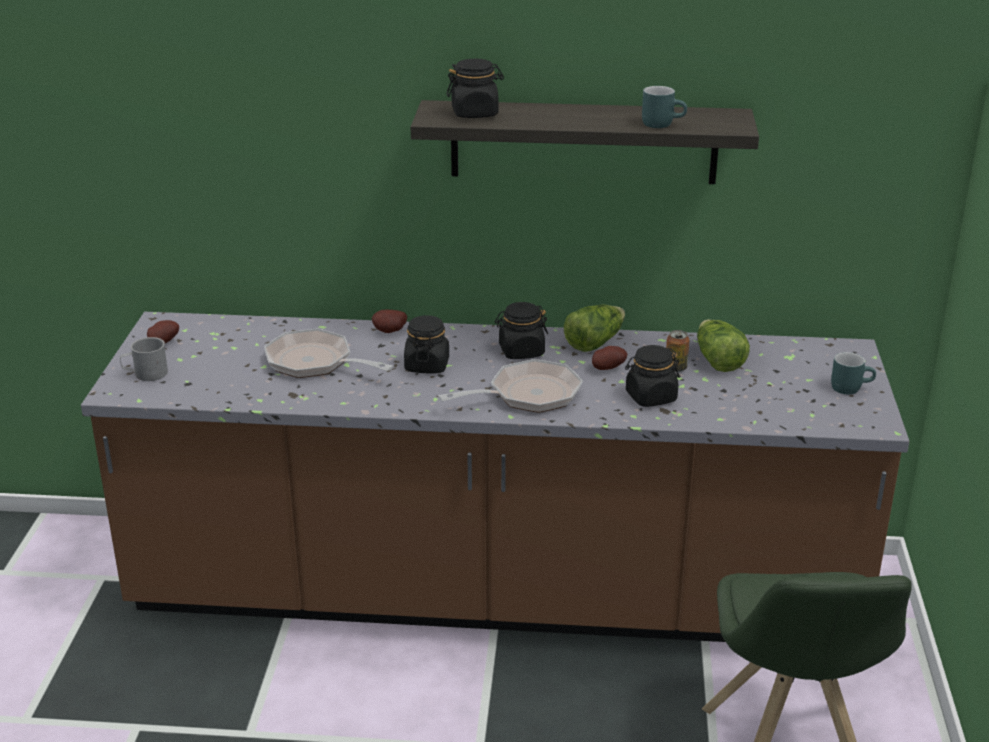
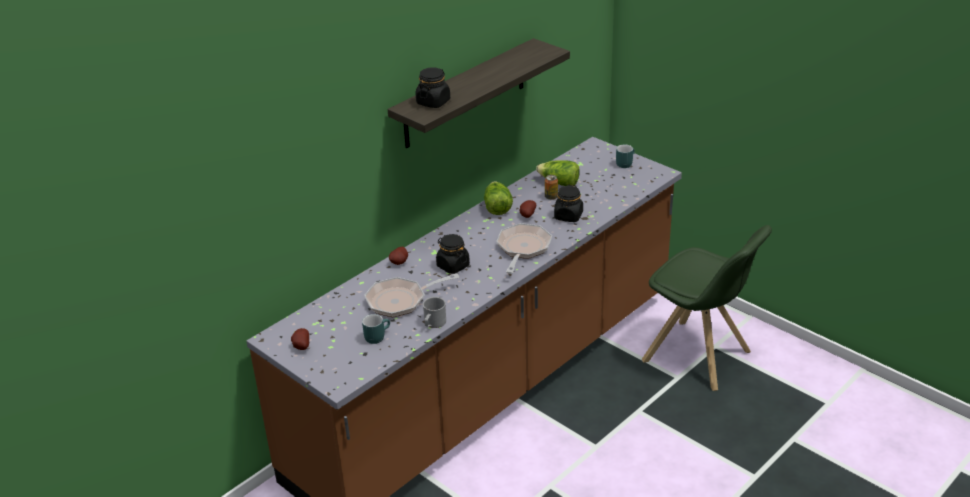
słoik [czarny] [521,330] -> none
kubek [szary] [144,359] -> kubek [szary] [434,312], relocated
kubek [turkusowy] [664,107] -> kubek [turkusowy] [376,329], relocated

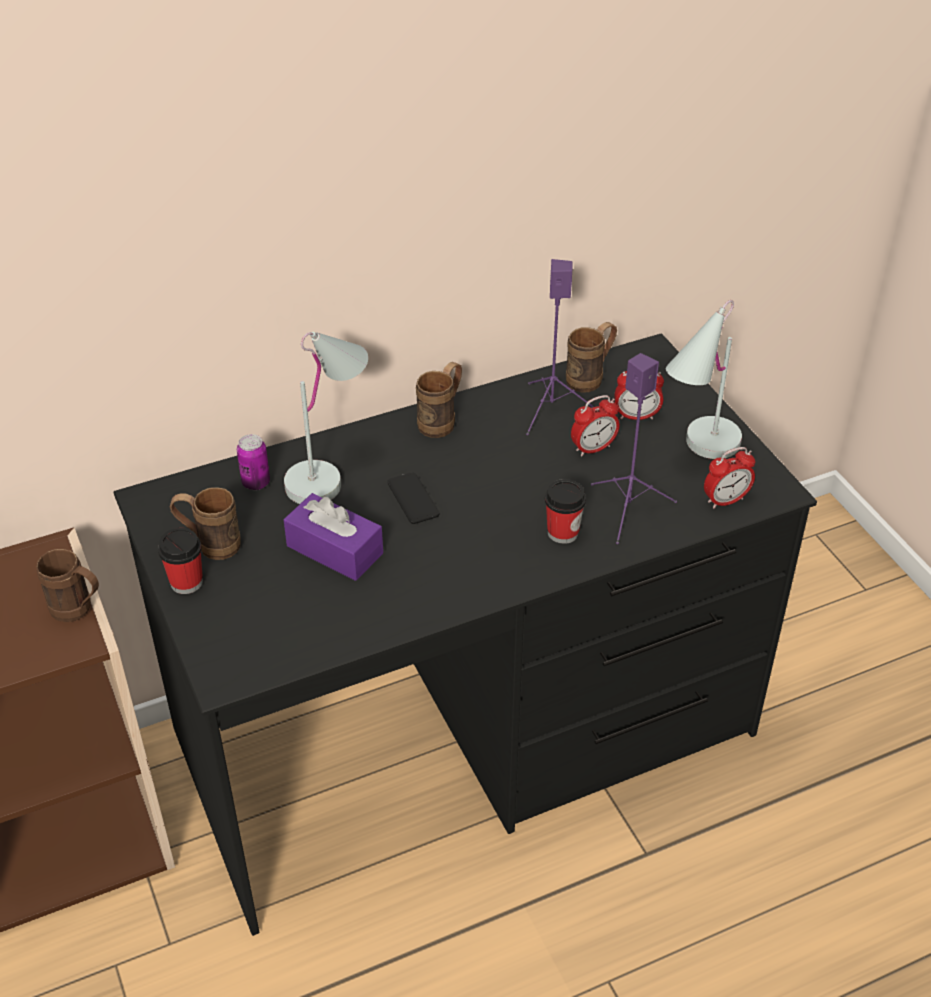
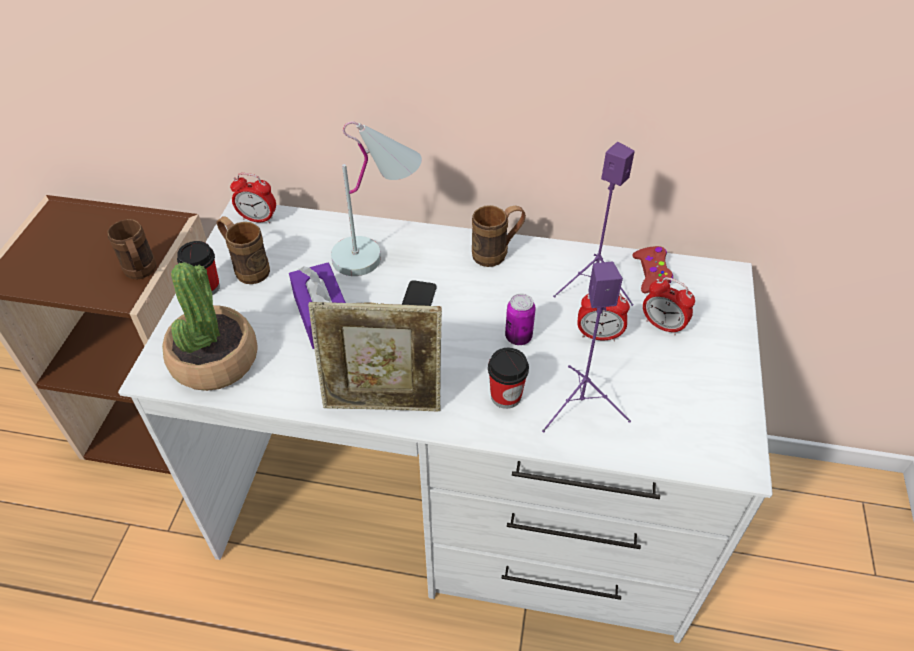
lampa stołowa [biały] [704,379] -> none
none -> roślina doniczkowa [210,326]
none -> ramka na zdjęcie [375,357]
puszka [253,462] -> puszka [520,319], relocated
budzik [729,478] -> budzik [253,198], relocated
kubek [brązowy] [591,357] -> pad do gier [czerwony] [652,269]
biurko [czarny] [465,634] -> biurko [biały] [445,421]

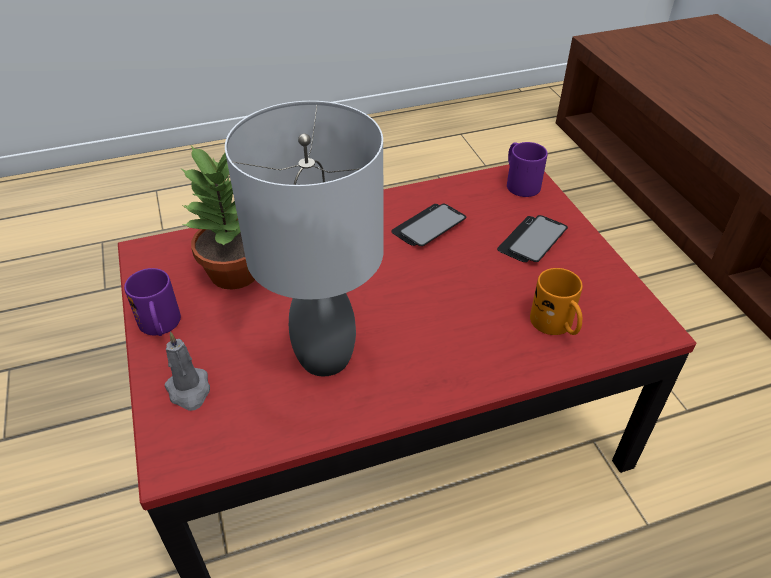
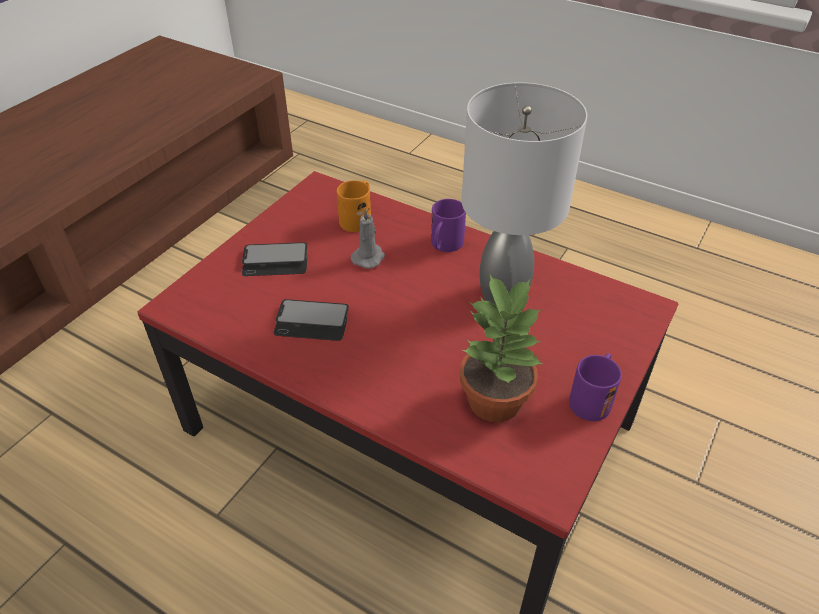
świeca [szary] [187,371] -> świeca [szary] [368,238], relocated
kubek [fioletowy] [527,169] -> kubek [fioletowy] [448,225], relocated

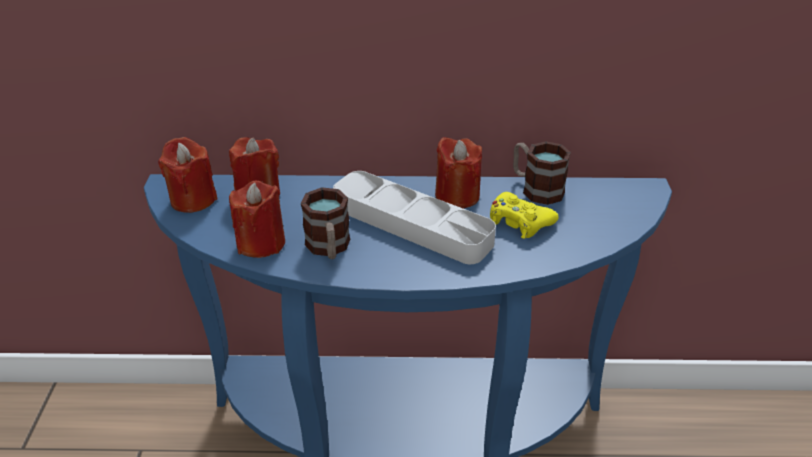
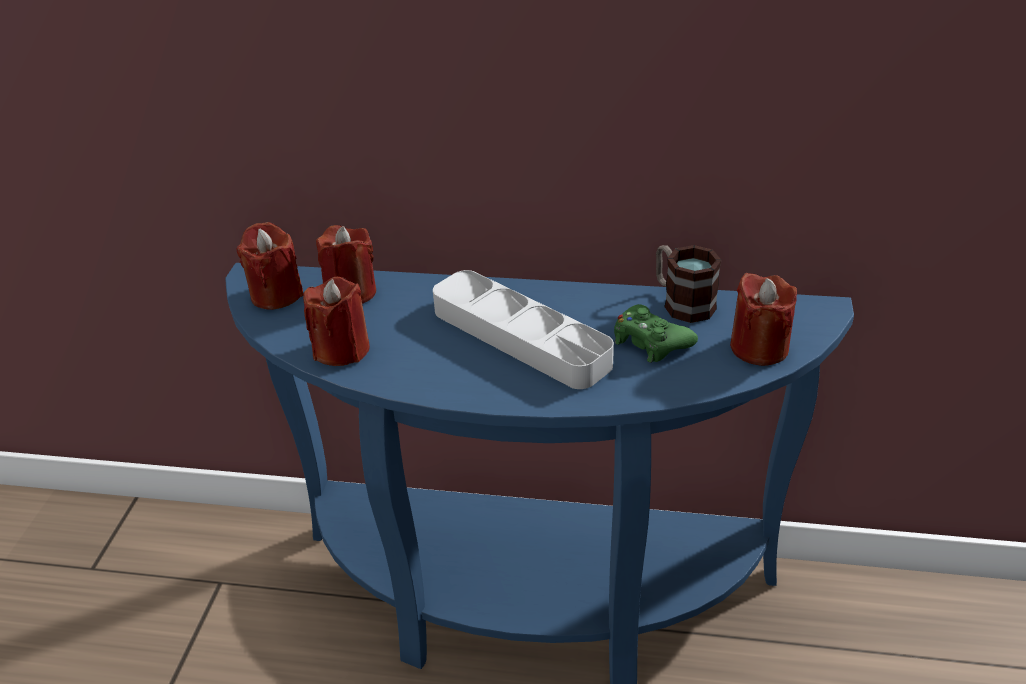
kubek [325,223] -> none
świeca [czerwony] [458,172] -> świeca [czerwony] [763,319], relocated
pad do gier [żółty] [524,215] -> pad do gier [zielony] [656,333]

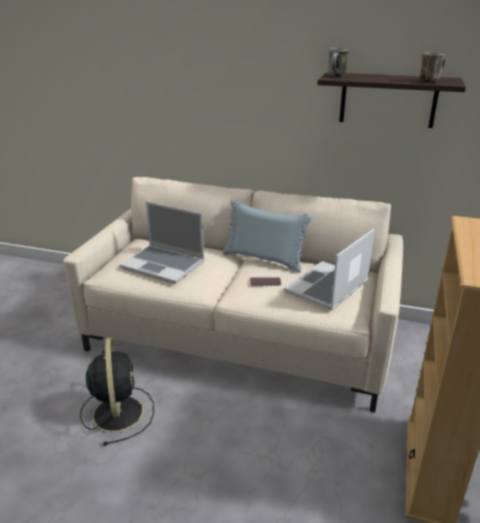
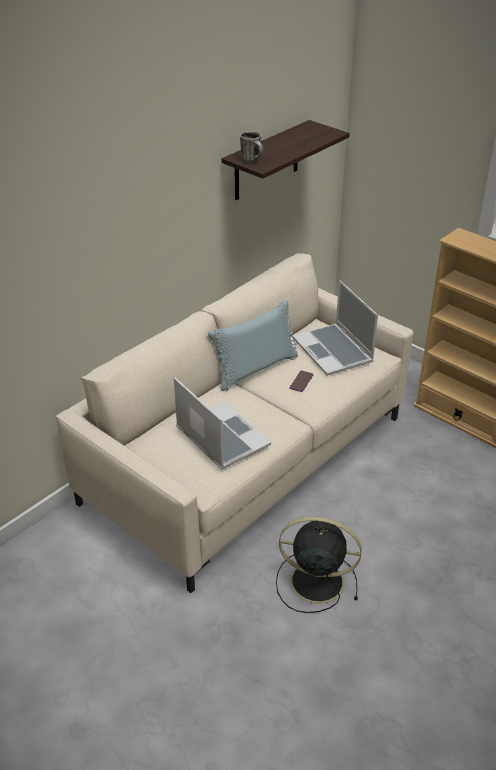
kubek [432,67] -> none
laptop [162,242] -> laptop [222,423], 90 degrees counterclockwise

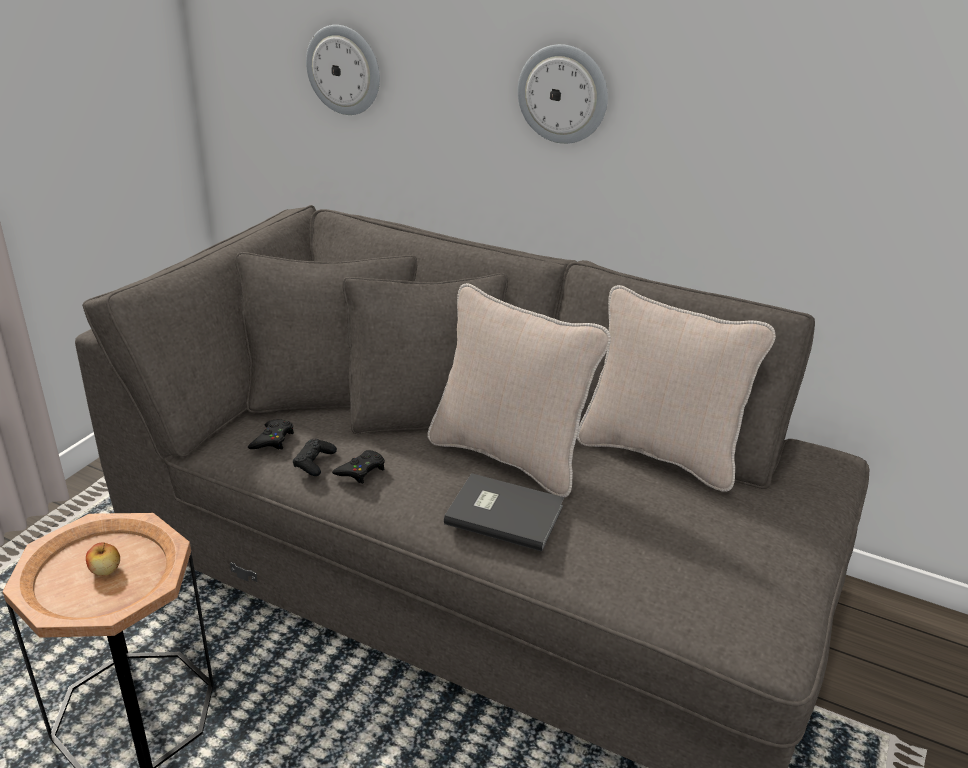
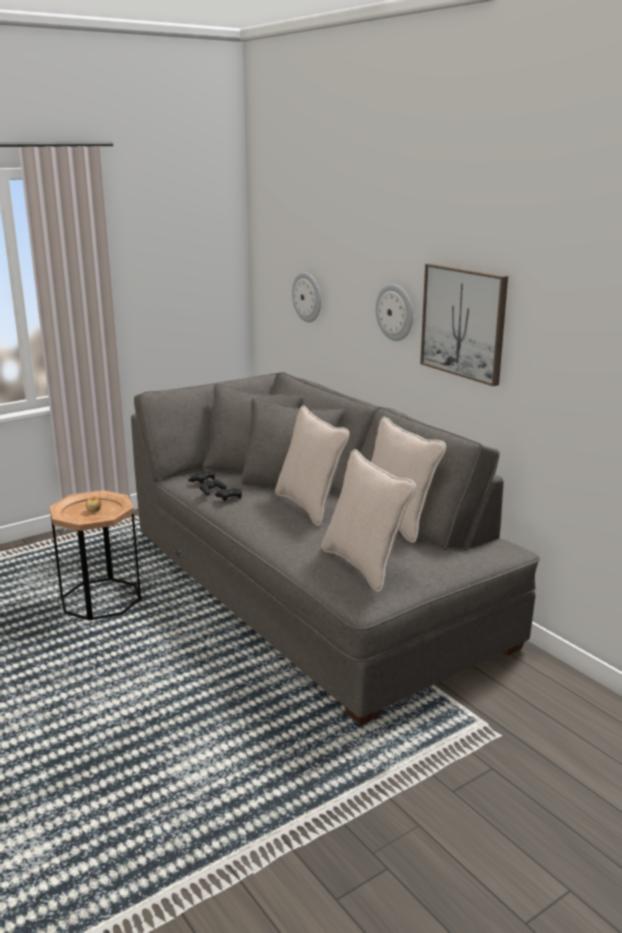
książka [szary] [504,512] -> none
none -> poduszka [beżowy] [369,520]
none -> obraz [464,324]

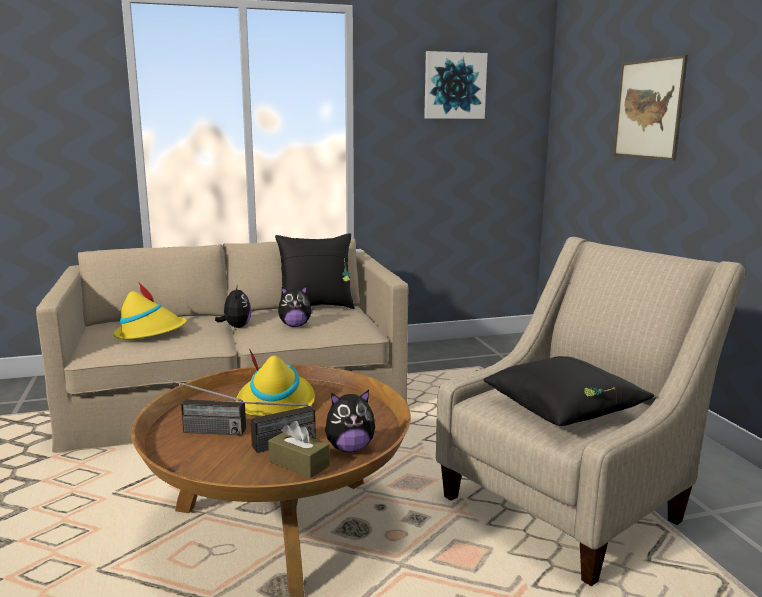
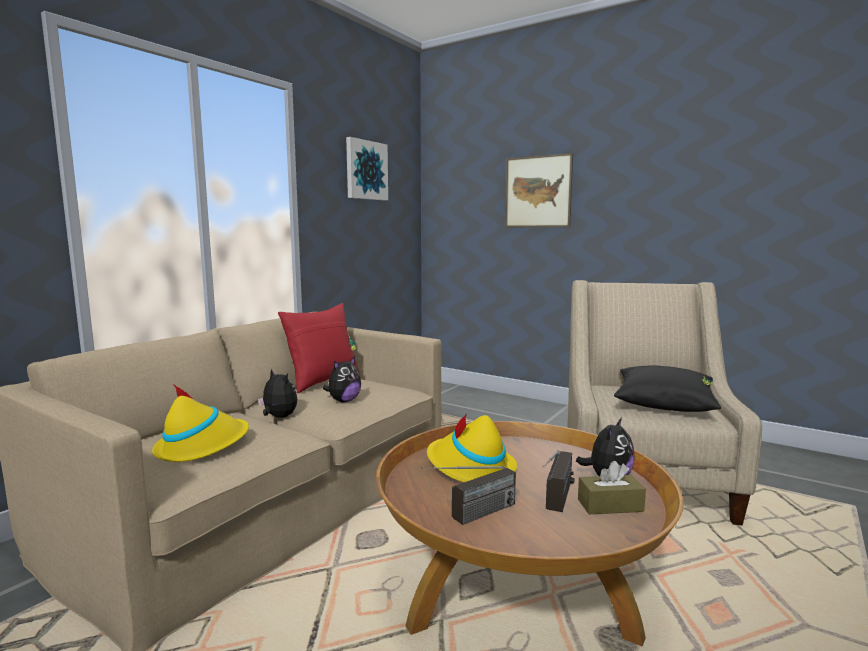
poduszka [czarny] [315,271] -> poduszka [czerwony] [319,348]

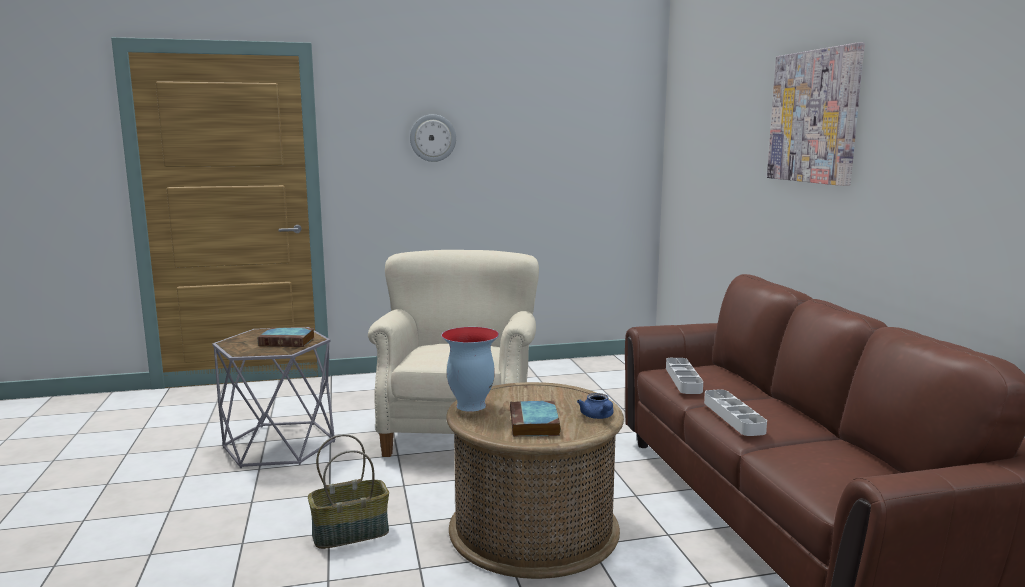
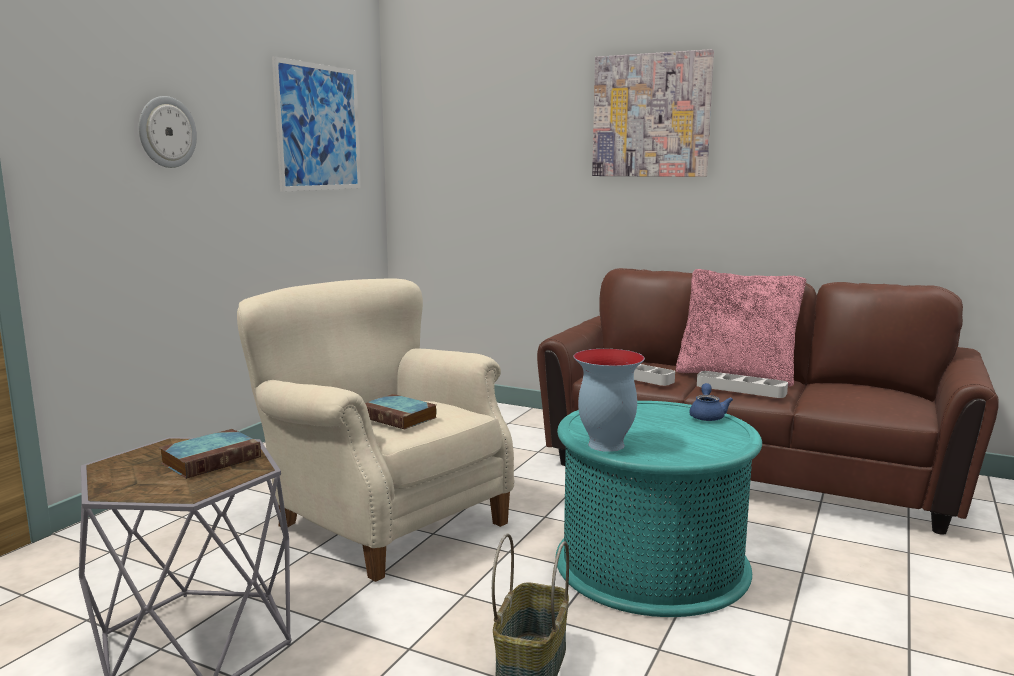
none -> obraz [316,124]
none -> poduszka [różowy] [740,327]
książka [535,419] -> książka [401,412], relocated
ława [brązowy] [535,480] -> ława [turkusowy] [658,509]
imbryk [niebieski] [595,406] -> imbryk [niebieski] [711,402], 105 degrees counterclockwise

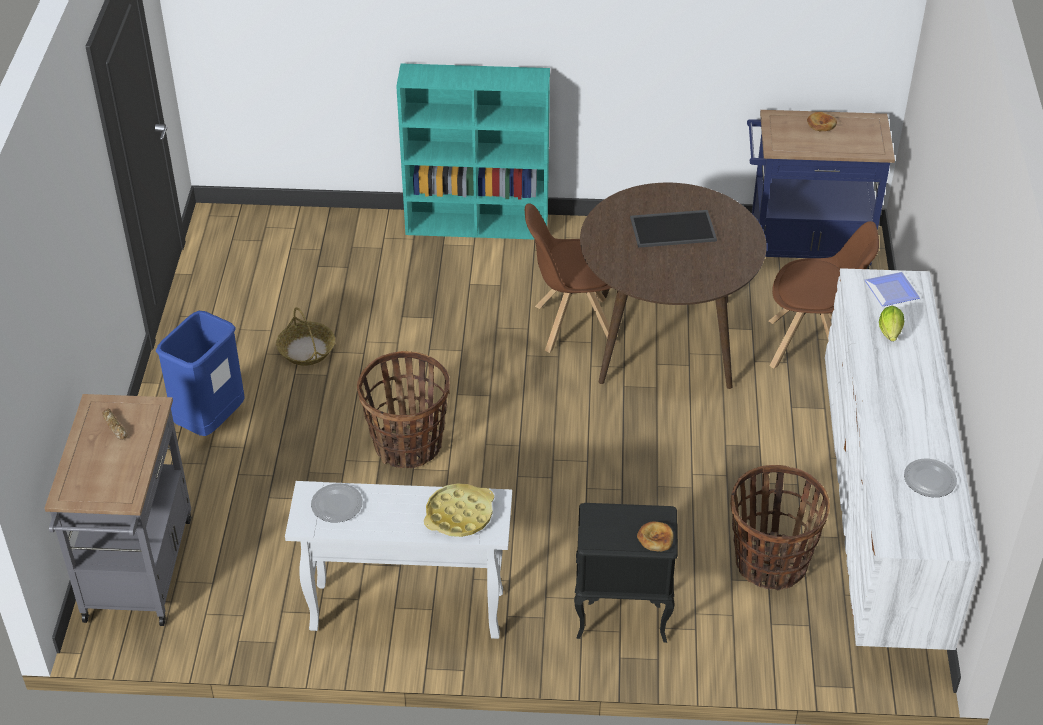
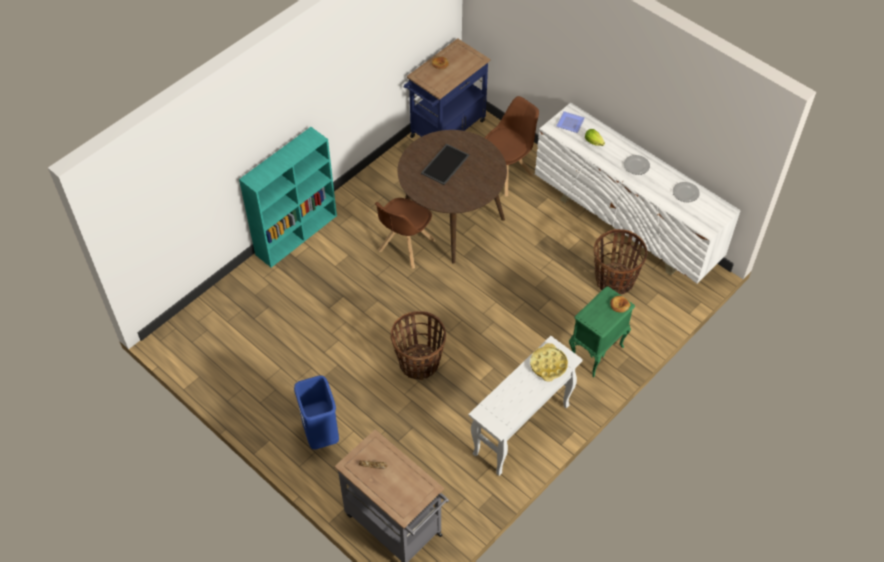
koszyk [305,336] -> none
talerz [337,503] -> talerz [637,165], relocated
szafka nocna [czarny] [626,573] -> szafka nocna [zielony] [602,331]

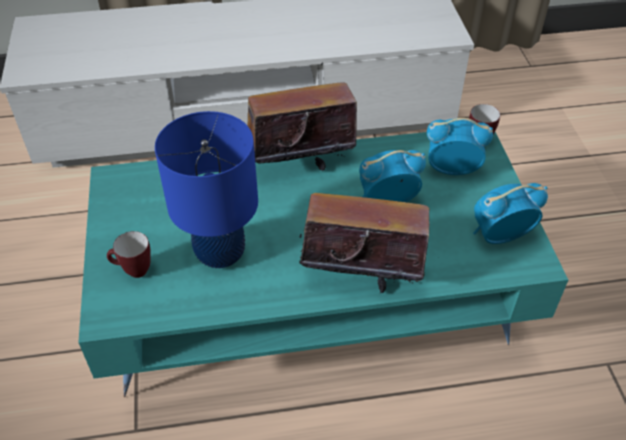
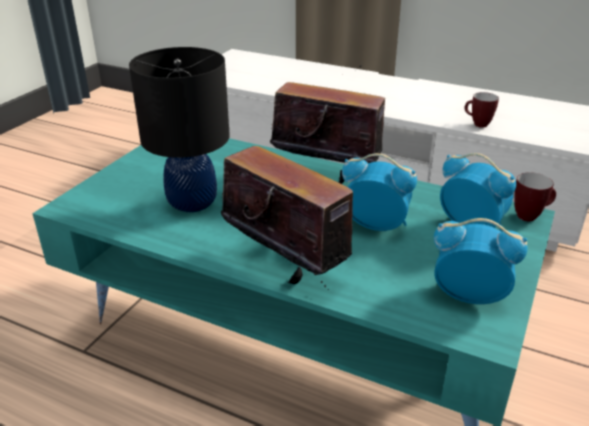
kubek [129,254] -> kubek [482,110], relocated
lampa stołowa [niebieski] [206,189] -> lampa stołowa [czarny] [179,130]

